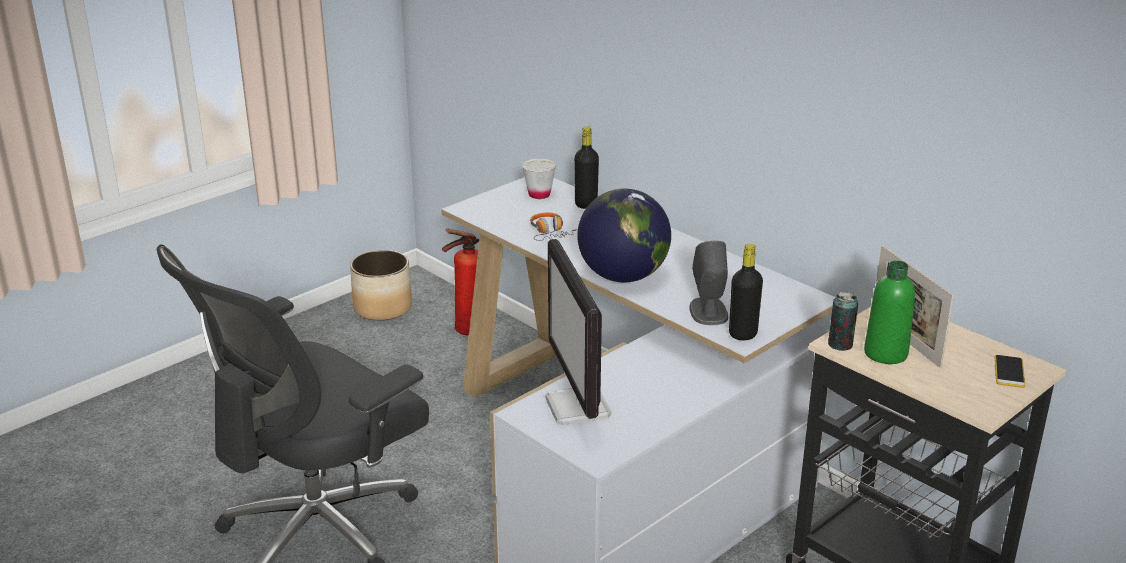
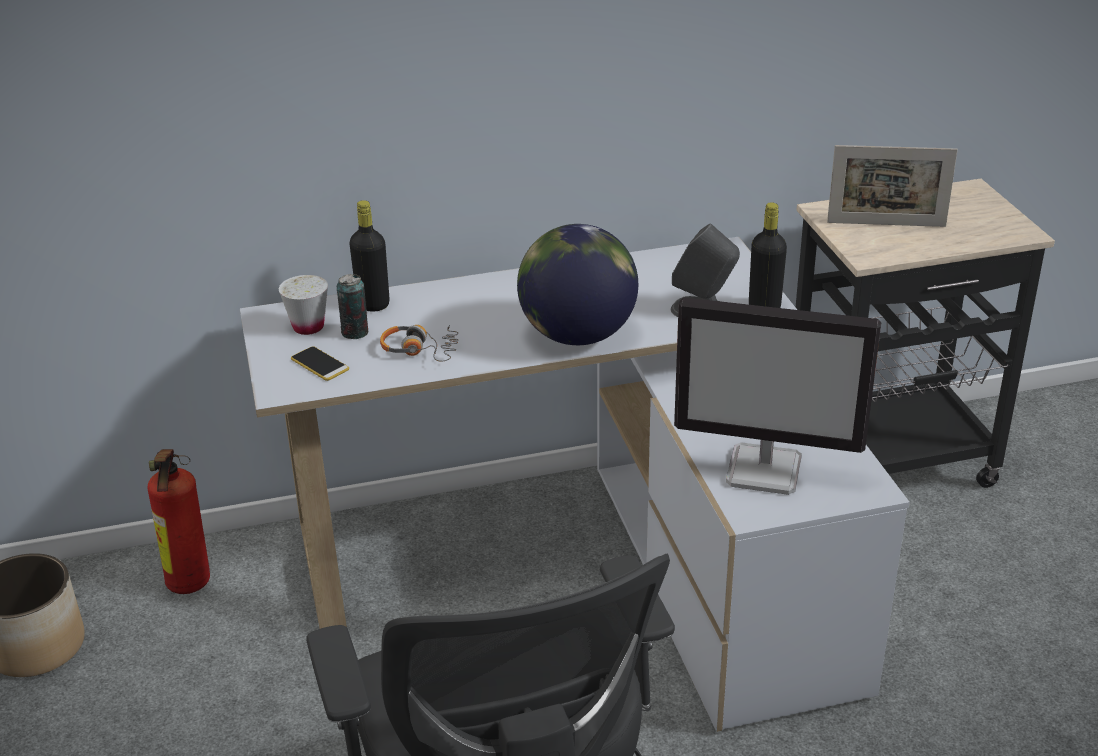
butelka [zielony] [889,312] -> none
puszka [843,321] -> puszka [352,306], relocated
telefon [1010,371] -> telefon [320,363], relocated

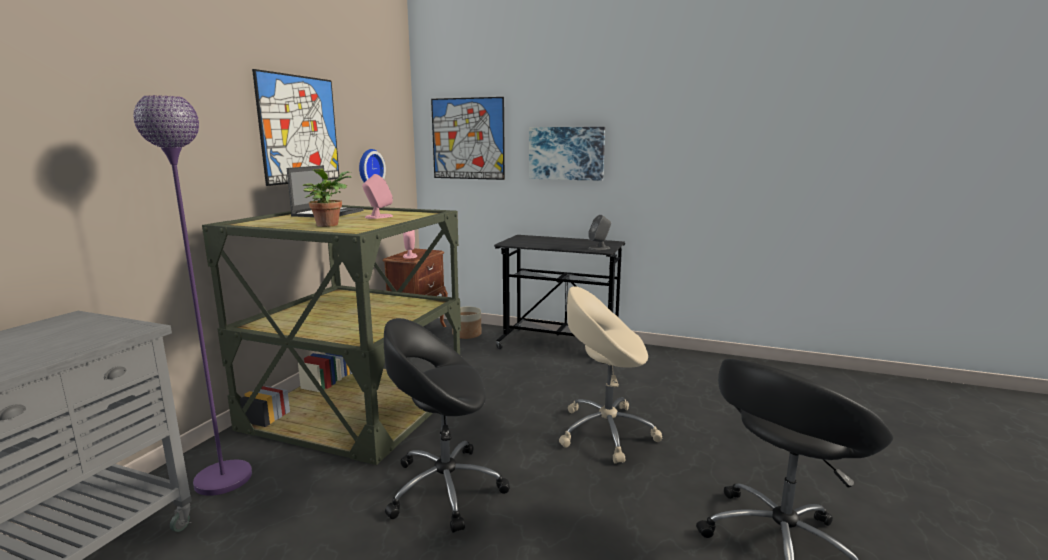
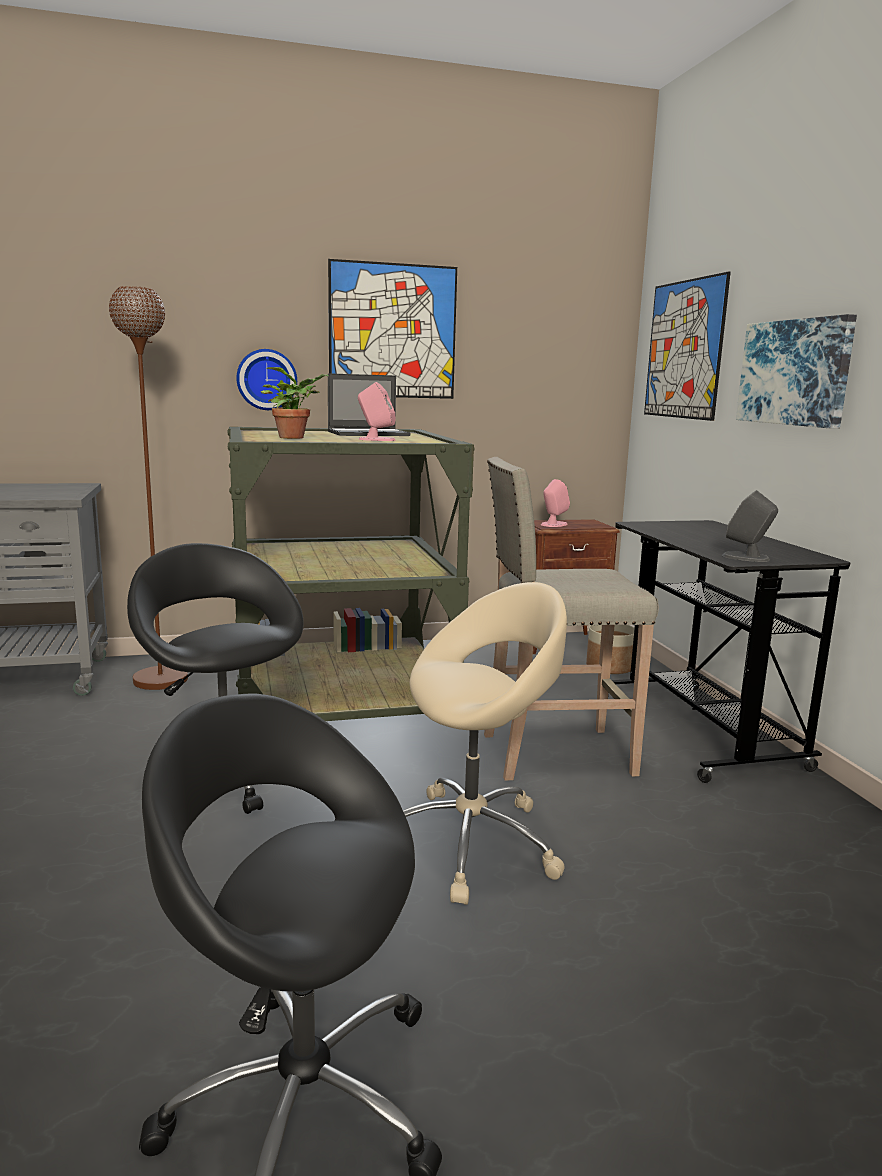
none -> stołek [beżowy] [571,619]
zegar ścienny [372,165] -> zegar ścienny [266,379], relocated
lampa stojąca [fioletowy] [192,295] -> lampa stojąca [brązowy] [148,488]
krzesło biurowe [beżowy] [610,375] -> krzesło biurowe [beżowy] [485,743], 105 degrees clockwise

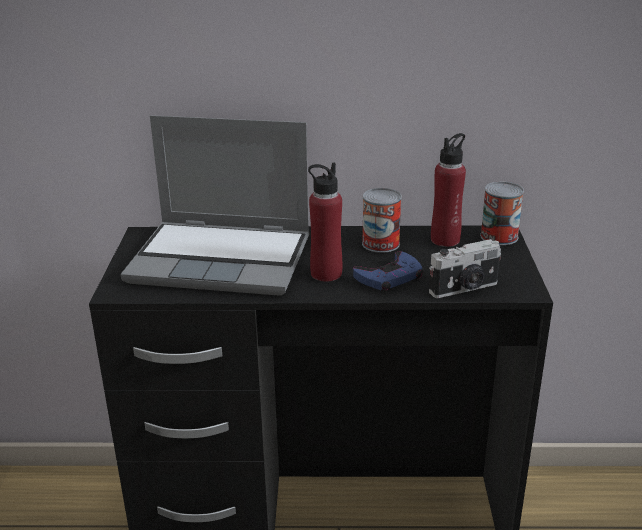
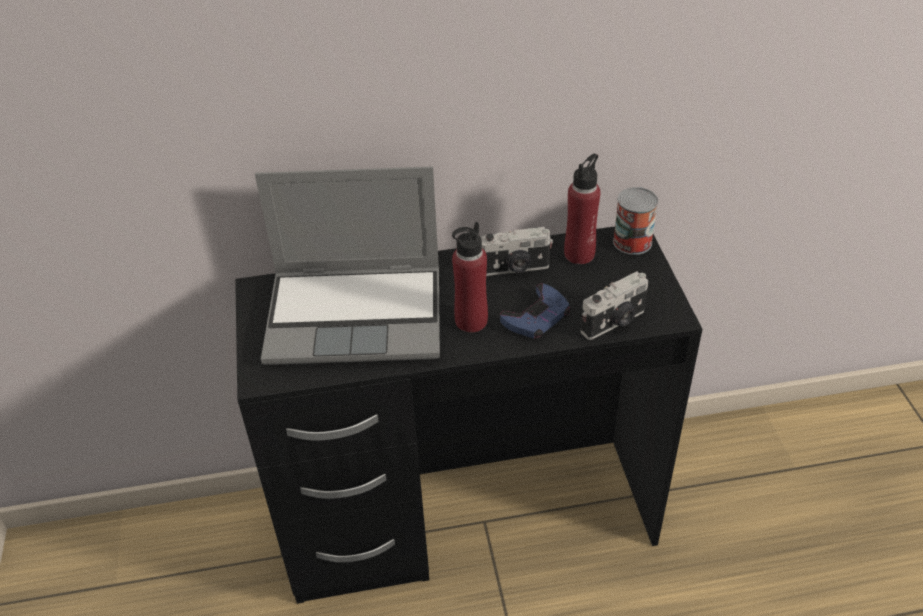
puszka [382,220] -> aparat fotograficzny [516,251]

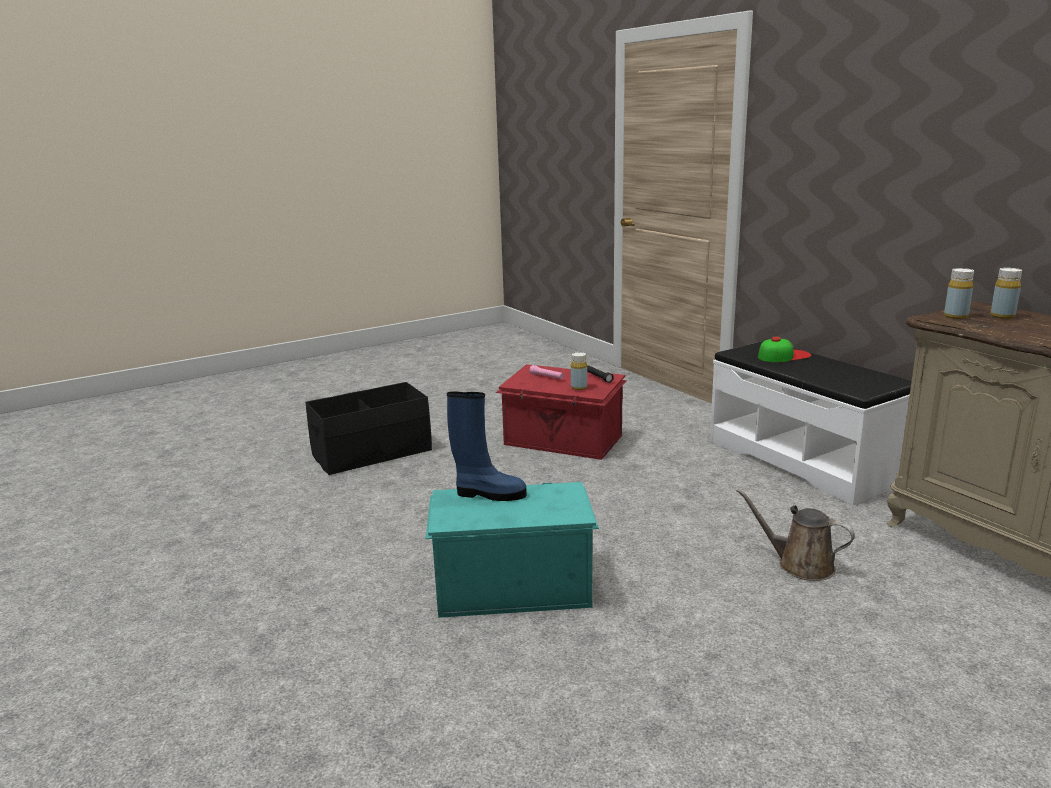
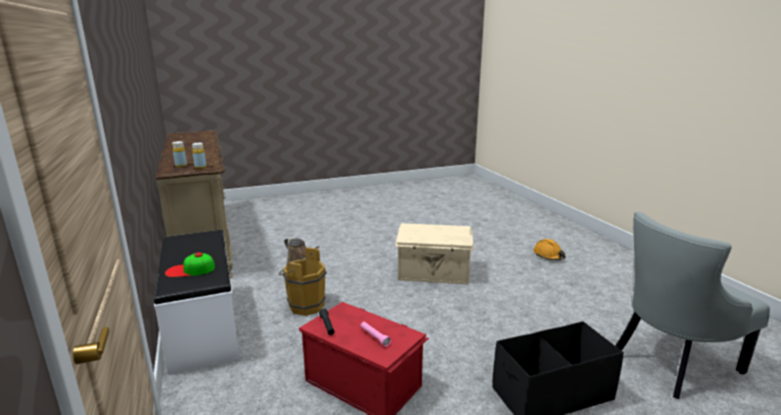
but z cholewką [niebieski] [487,446] -> none
butelka [żółty] [579,371] -> none
none -> wiadro [brązowy] [303,281]
none -> kask [pomarańczowy] [549,249]
none -> krzesło [szary] [692,305]
pojemnik do przechowywania [turkusowy] [512,550] -> pojemnik do przechowywania [beżowy] [434,253]

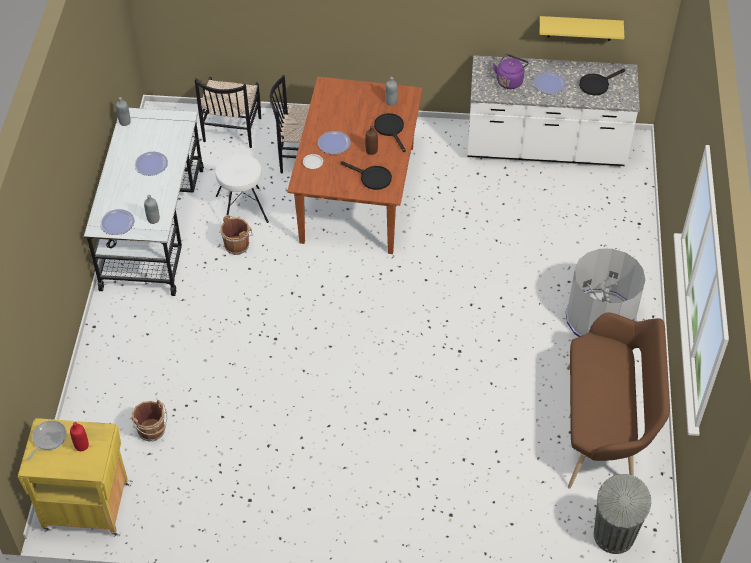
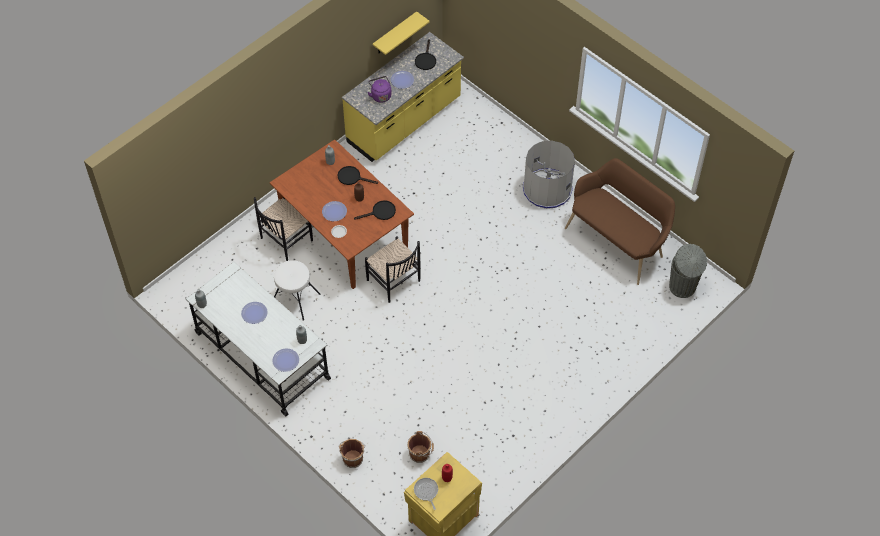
krzesło [czarny] [227,112] -> krzesło [czarny] [393,269], relocated
wiadro [brązowy] [235,235] -> wiadro [brązowy] [352,453], relocated
zabudowa kuchenna [biały] [553,110] -> zabudowa kuchenna [żółty] [403,97]

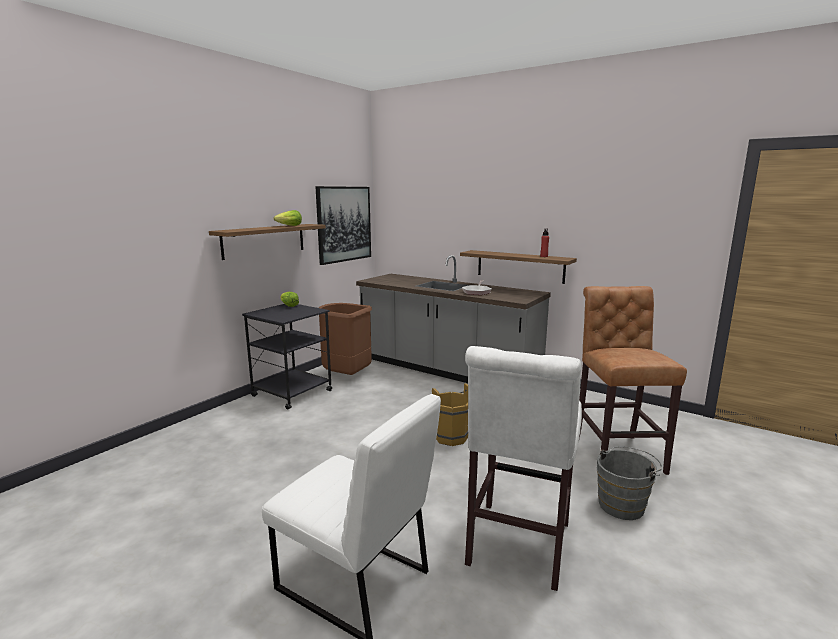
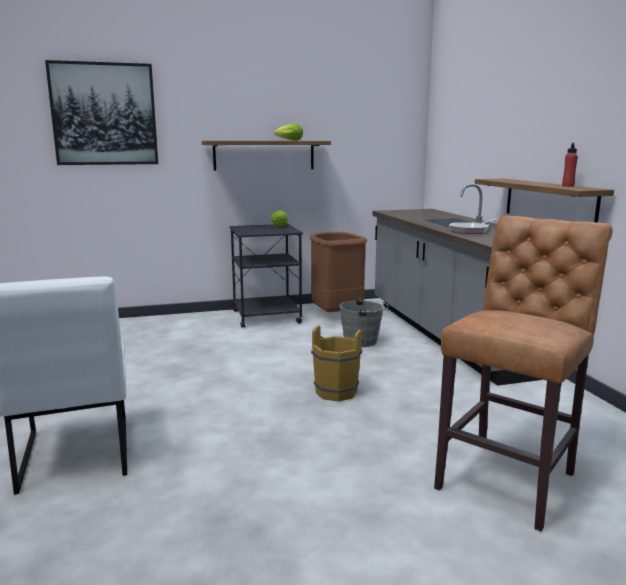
stołek [biały] [523,468] -> none
obraz [343,225] -> obraz [101,112], relocated
wiadro [szary] [629,483] -> wiadro [szary] [364,322], relocated

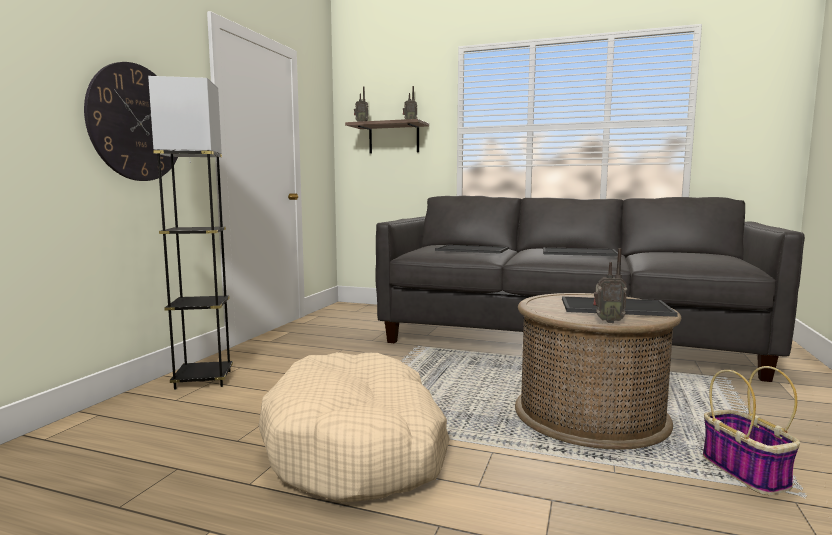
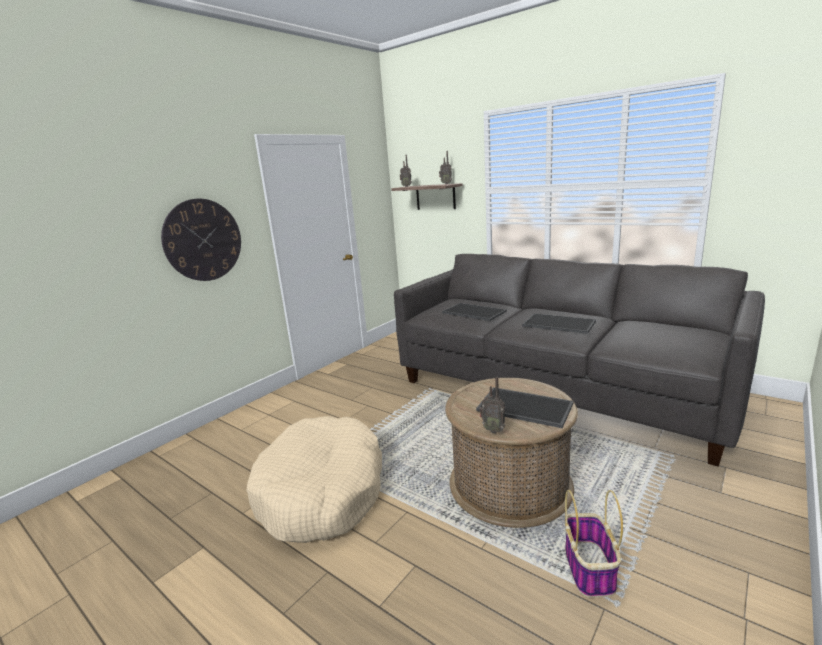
lampa stojąca [szary] [190,233] -> none

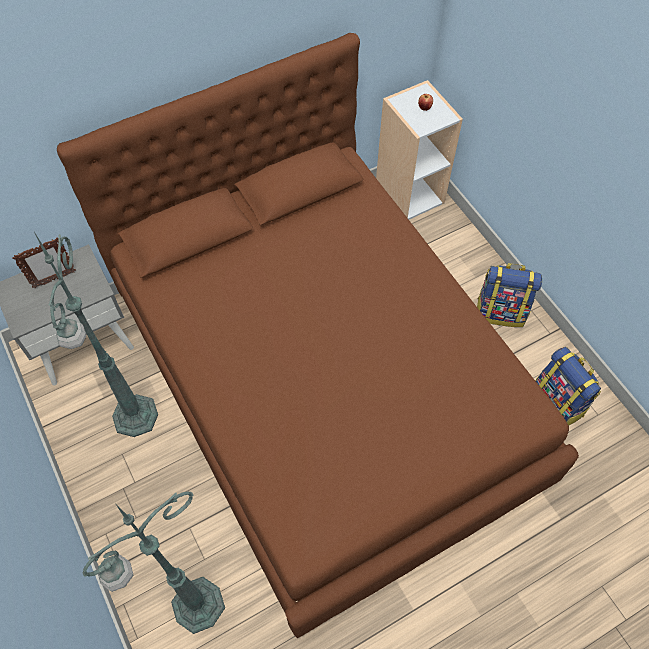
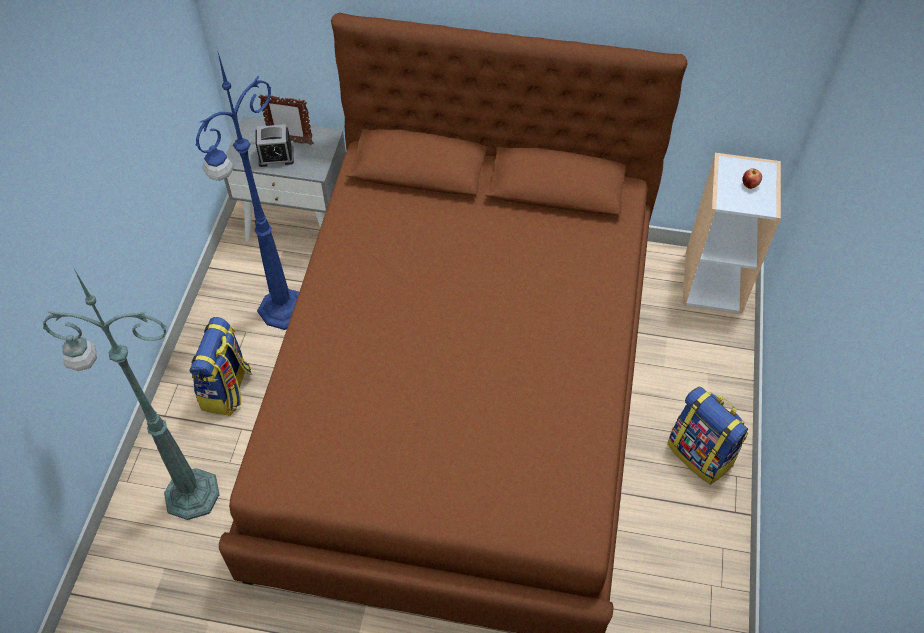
none -> budzik [274,145]
plecak [568,386] -> plecak [221,366], relocated
lampa stojąca [zielony] [96,334] -> lampa stojąca [niebieski] [247,191]

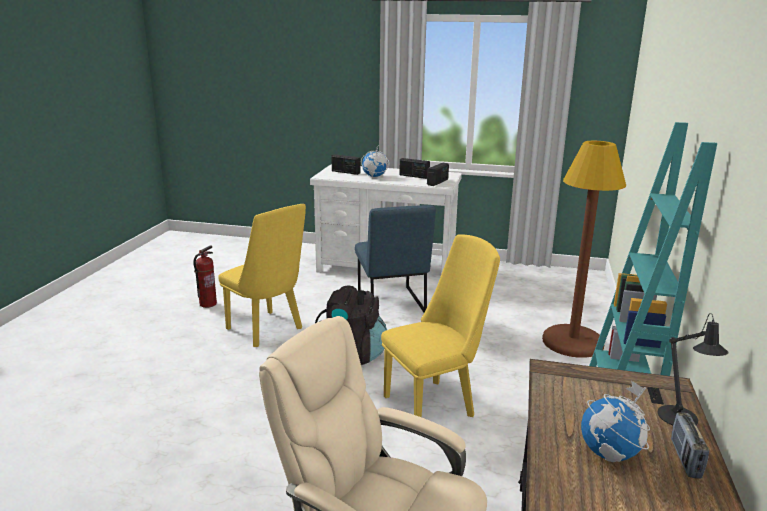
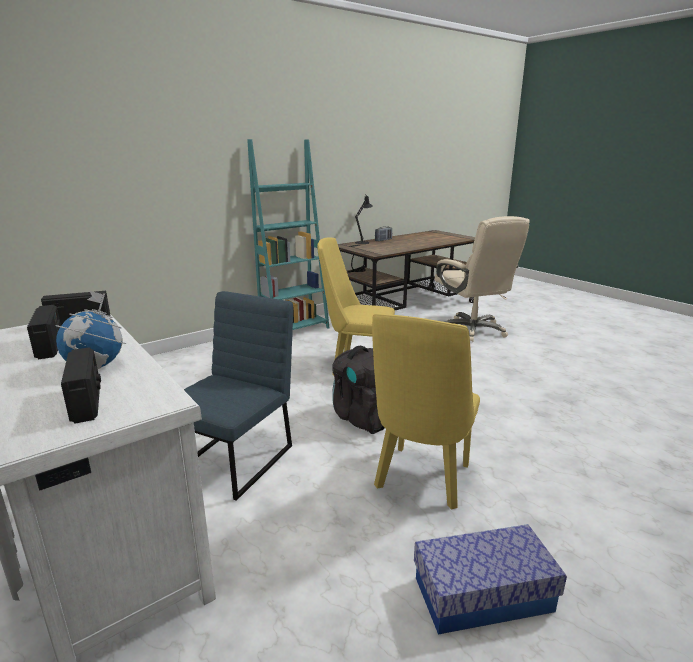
lampa stojąca [brązowy] [584,249] -> none
globus [615,421] -> none
gaśnica [205,276] -> pojemnik do przechowywania [490,579]
krzesło [żółty] [262,275] -> krzesło [żółty] [426,411], 150 degrees counterclockwise

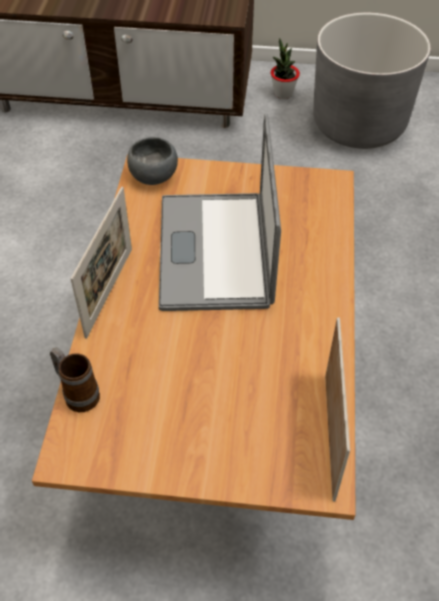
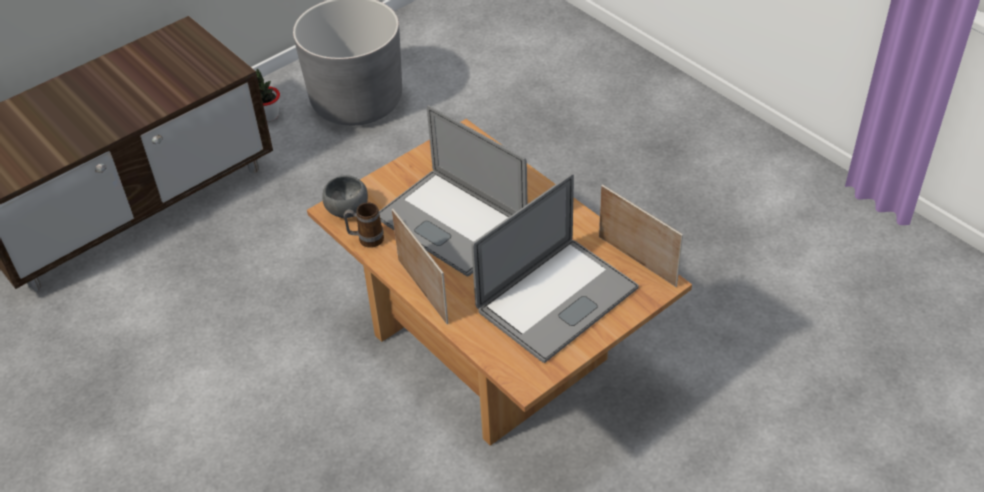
none -> laptop [555,268]
kubek [75,380] -> kubek [363,225], relocated

